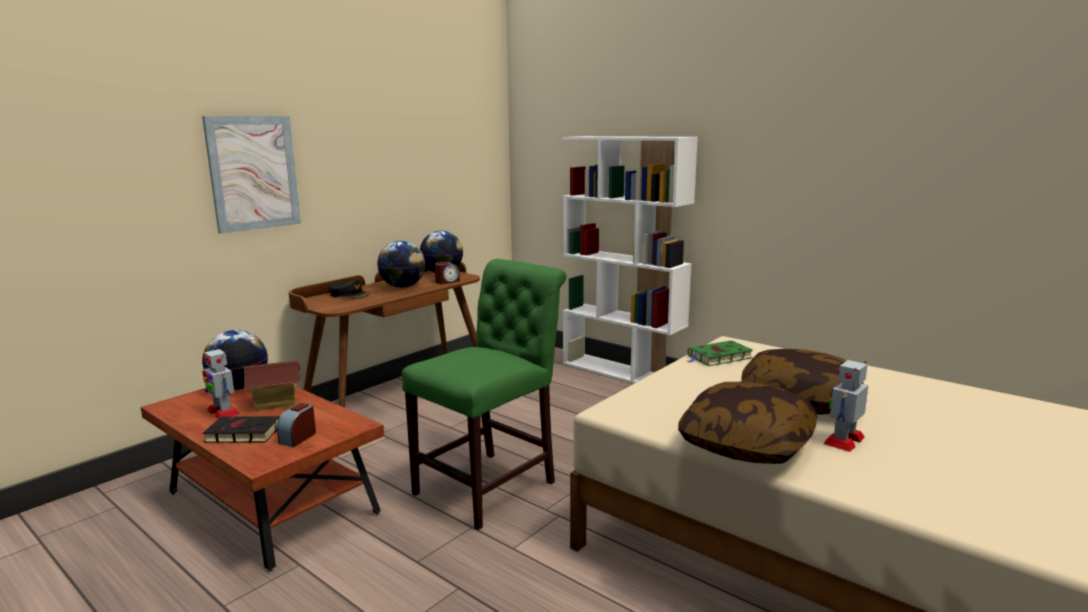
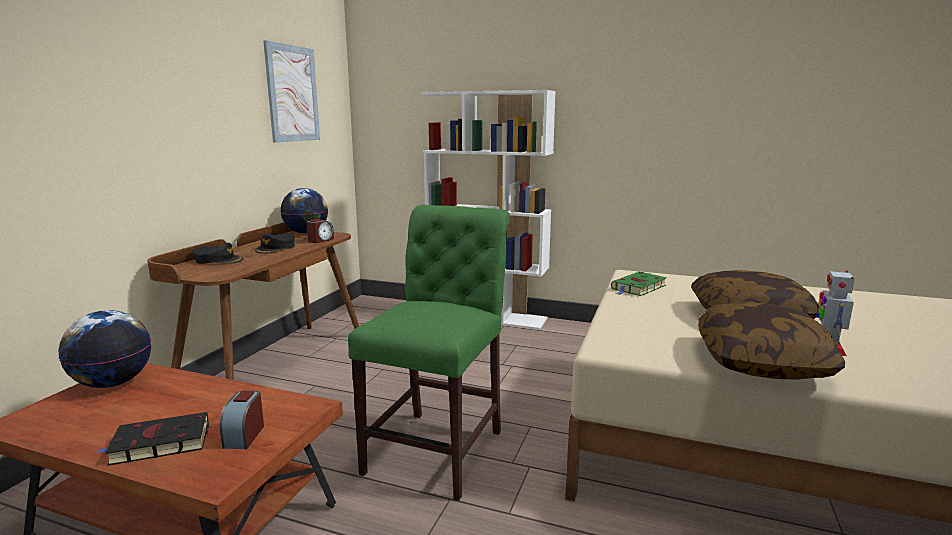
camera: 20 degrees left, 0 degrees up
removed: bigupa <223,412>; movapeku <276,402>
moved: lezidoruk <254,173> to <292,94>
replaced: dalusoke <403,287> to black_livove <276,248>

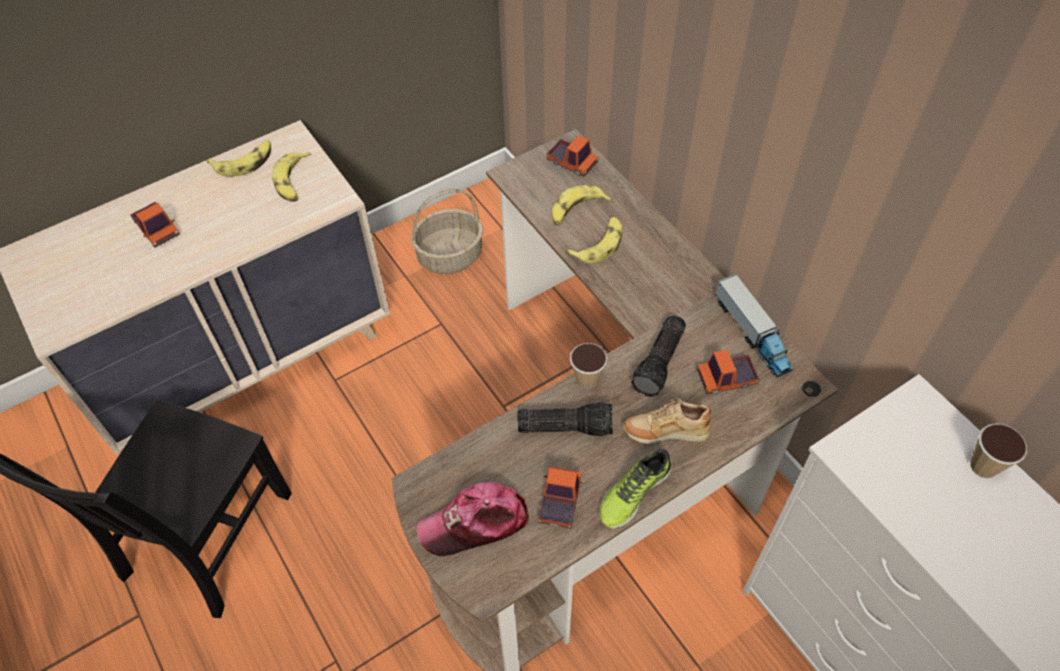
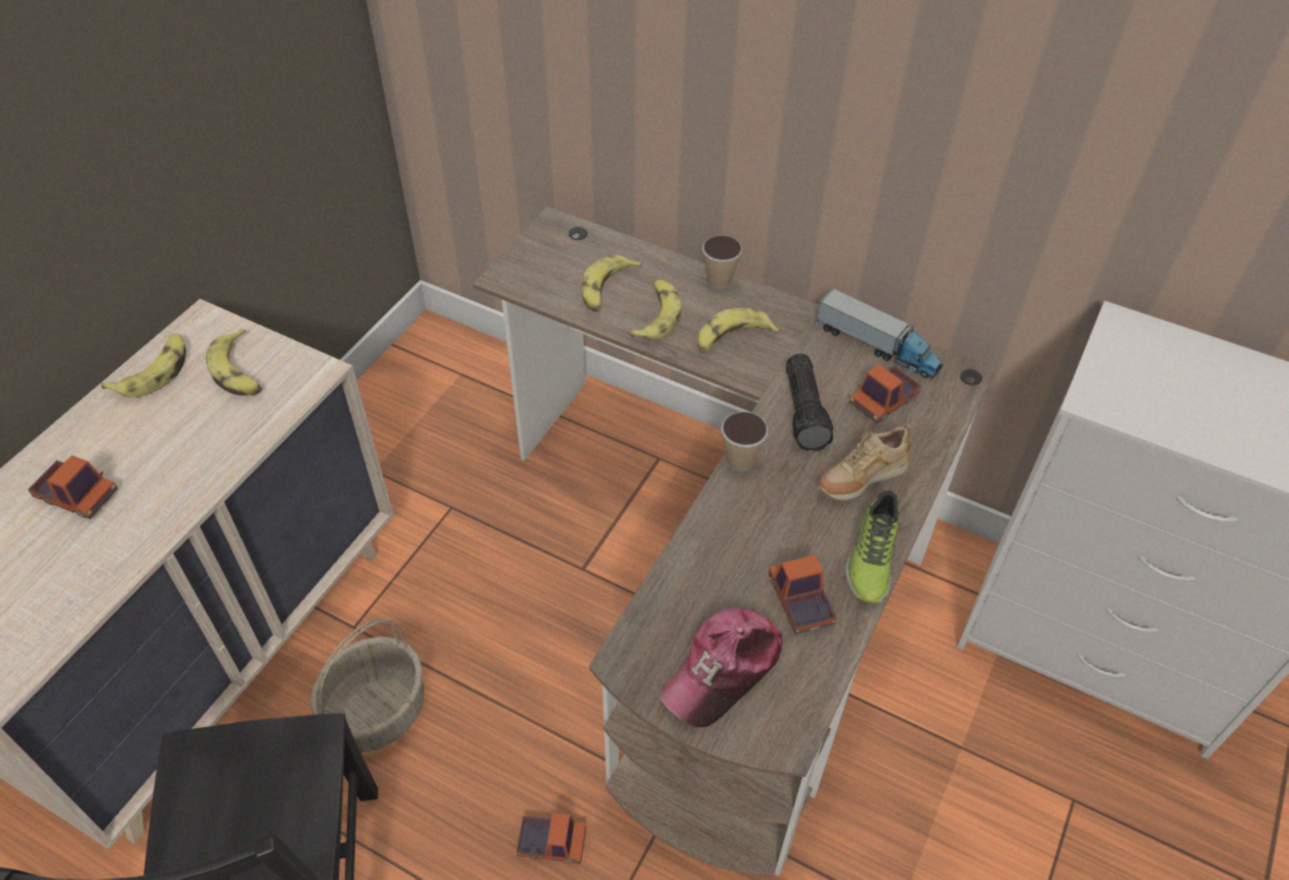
camera: 30 degrees left, 5 degrees down
removed: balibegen <566,425>
added: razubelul <732,339>
moved: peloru <450,255> to <376,710>; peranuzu <572,162> to <552,843>; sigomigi <983,466> to <719,281>

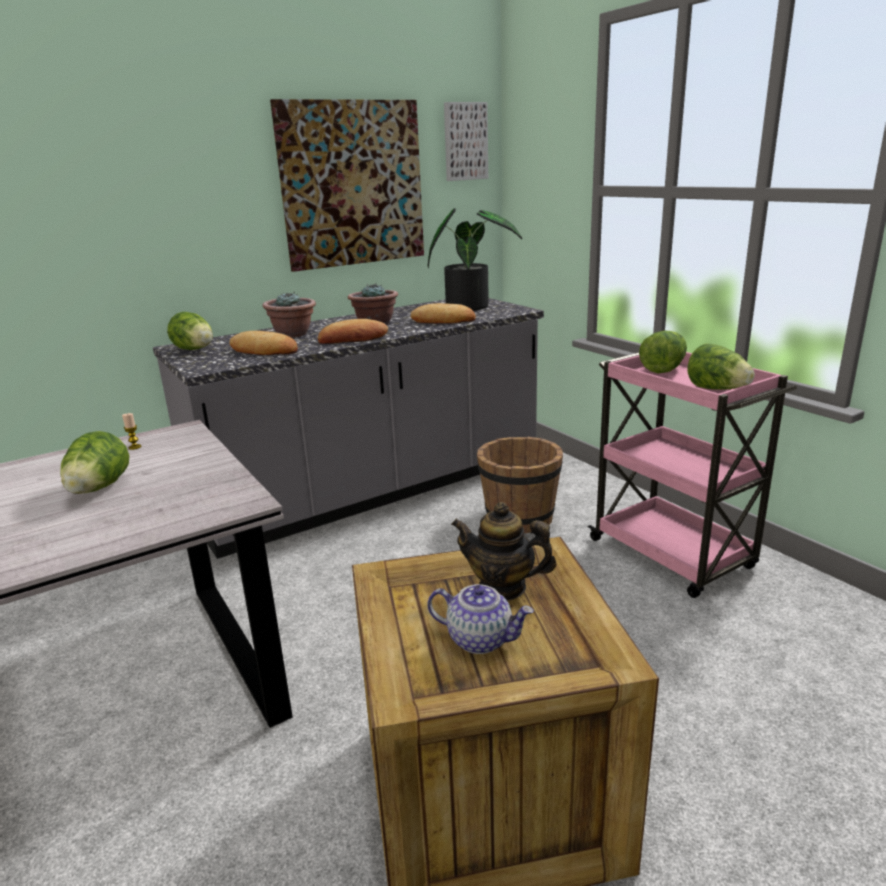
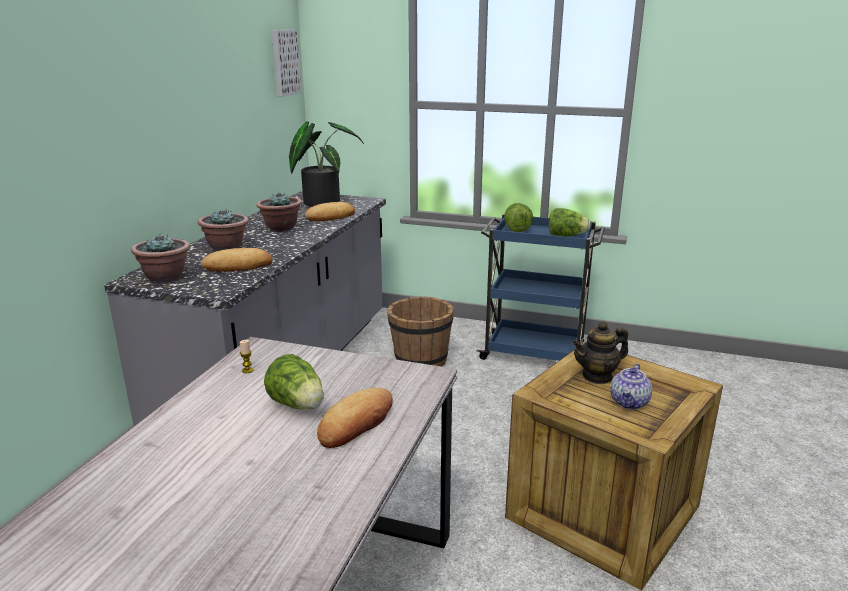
camera: 40 degrees left, 0 degrees up
removed: lezidoruk <352,184>
moved: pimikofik <353,339> to <356,423>
replaced: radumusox <196,350> to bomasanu <165,278>
recoloured: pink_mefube <673,555> to blue_mefube <534,353>
turned: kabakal <480,639> = <629,403> 135 degrees clockwise

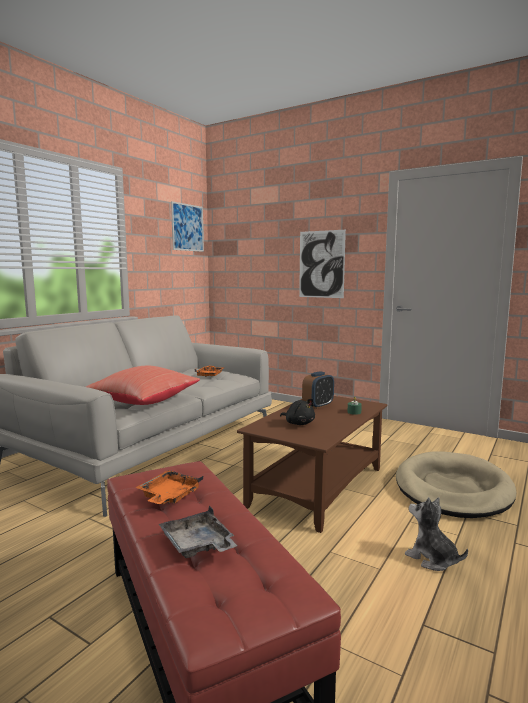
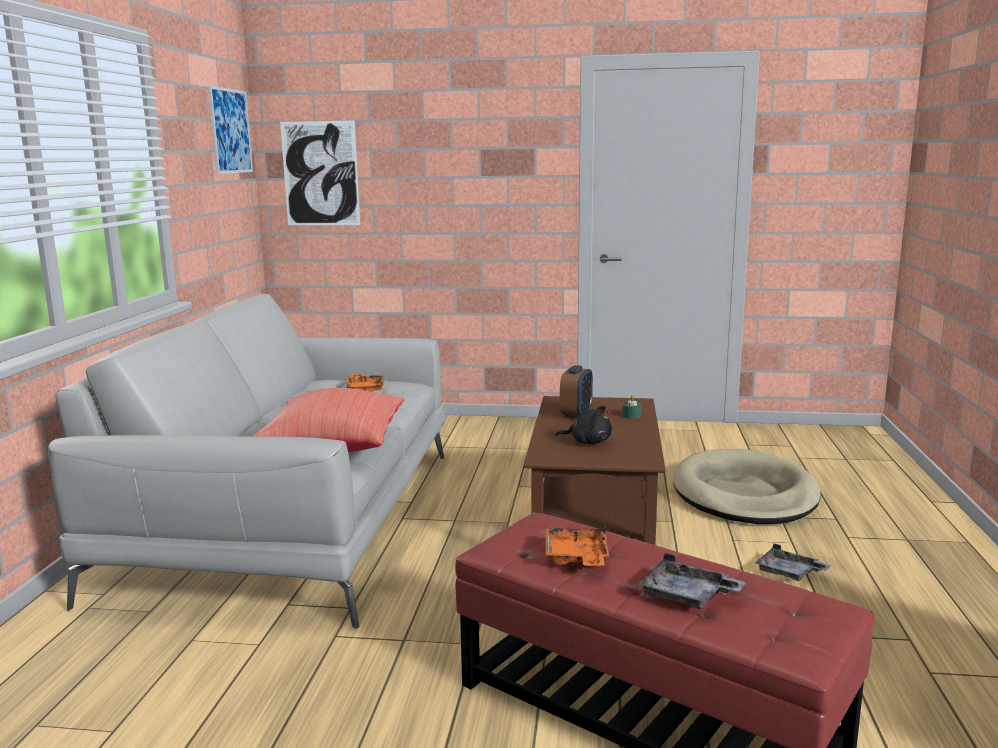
camera: 25 degrees left, 5 degrees up
moved: lezidoruk <321,264> to <320,173>
replaced: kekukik <432,559> to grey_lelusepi <789,573>

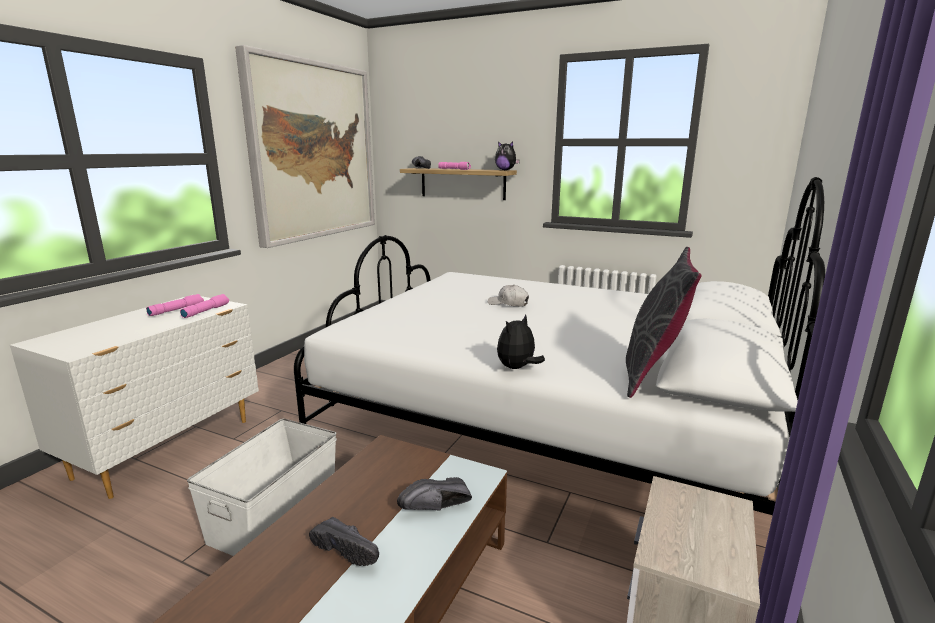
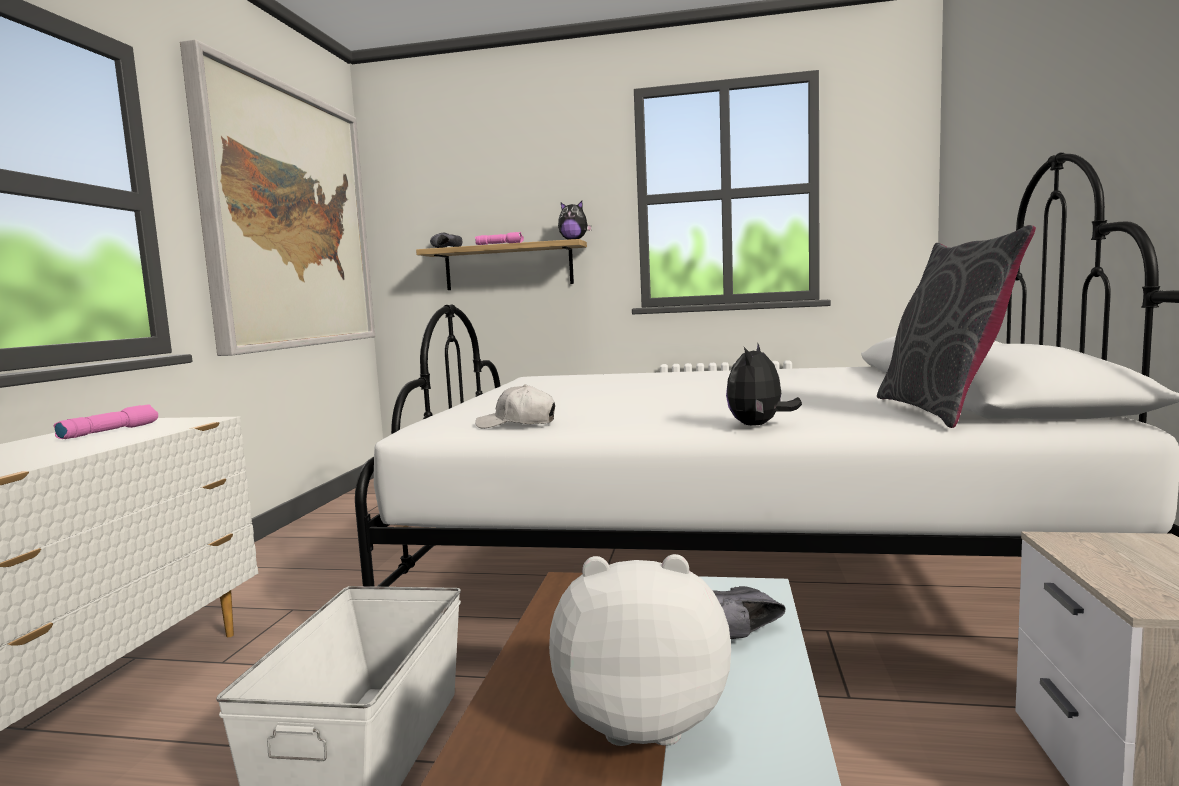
camera: 15 degrees left, 10 degrees down
removed: pink_balibegen <205,311>
moved: white_livove <508,304> to <517,424>
replaced: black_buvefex <349,549> to kekukik <642,720>

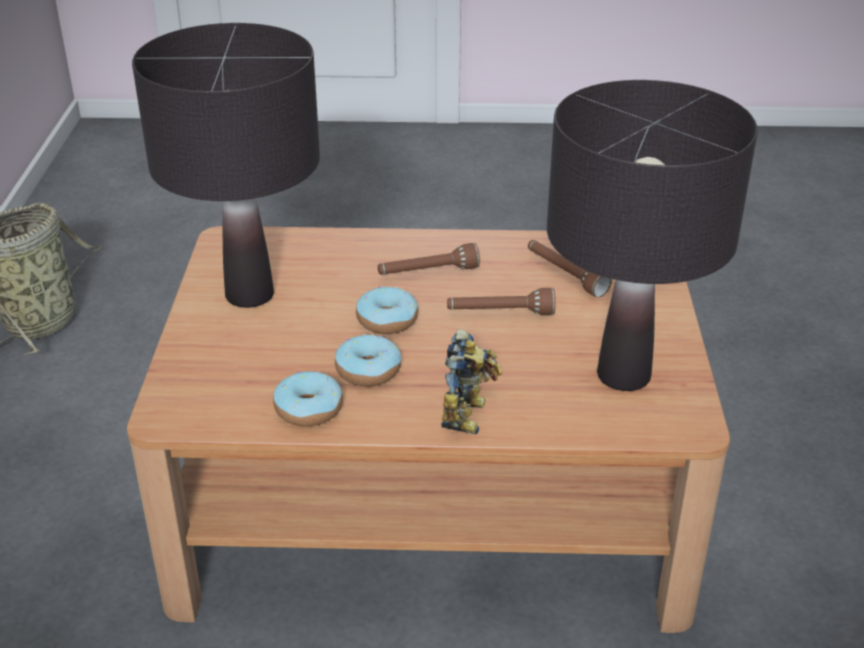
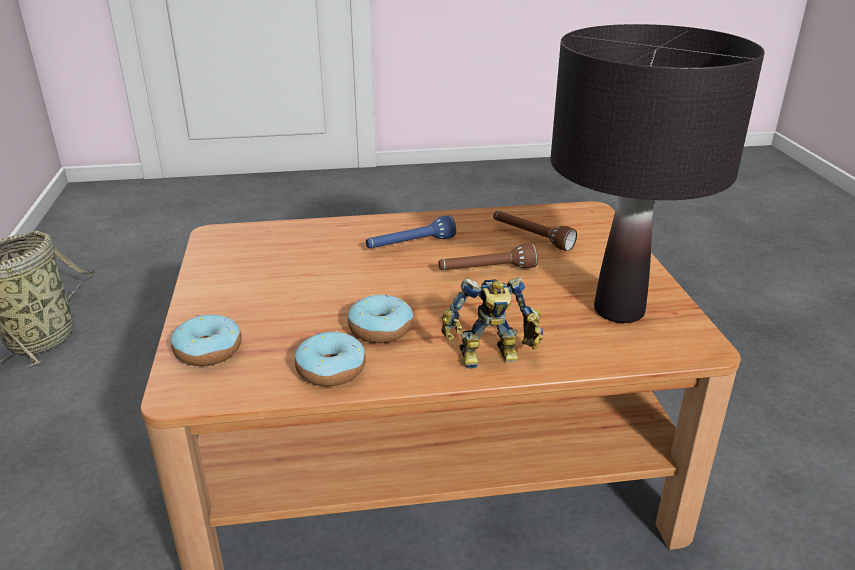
camera: 10 degrees left, 5 degrees down
removed: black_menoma <250,295>
moved: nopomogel <387,320> to <208,351>
recoloured: brown_balibegen <427,273> to blue_balibegen <410,245>
turned: bigupa <469,414> = <491,358> 75 degrees clockwise

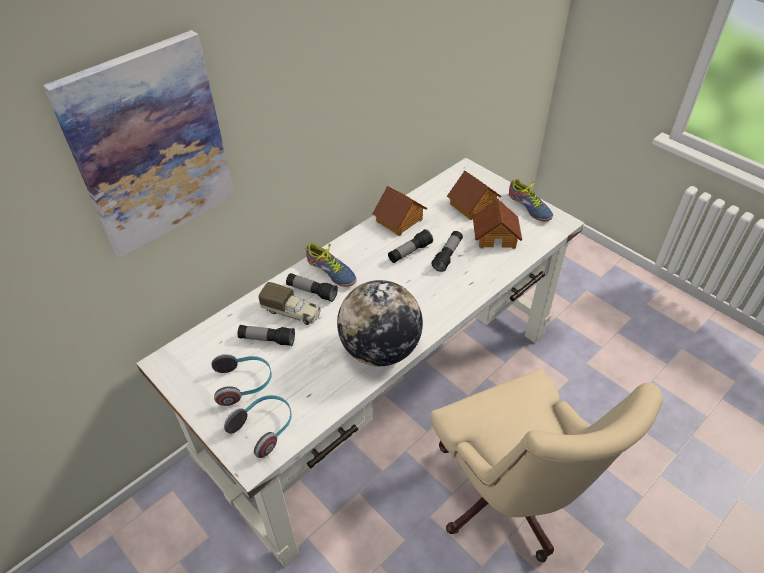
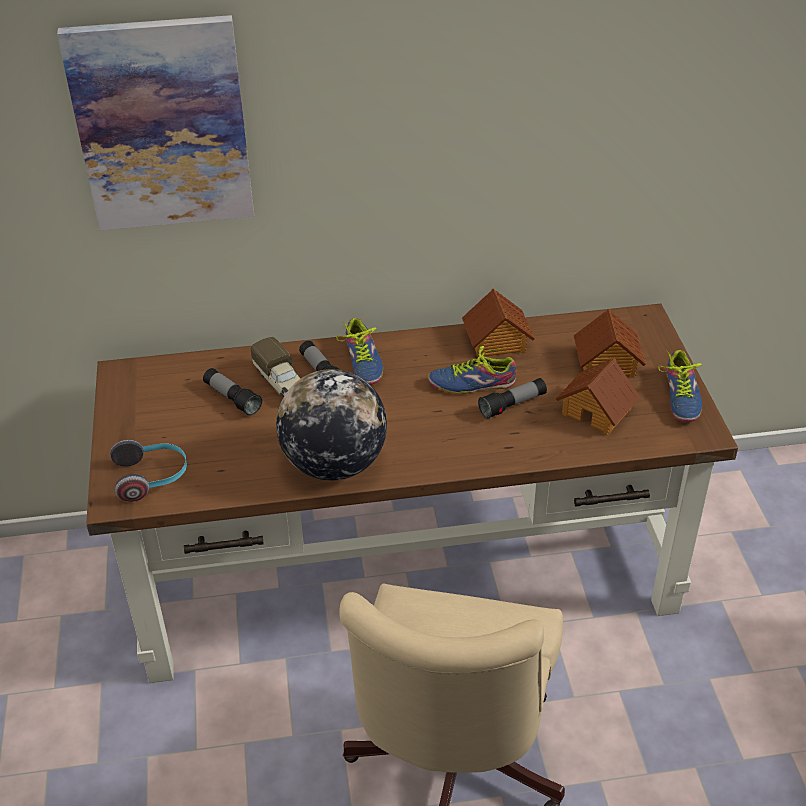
camera: 35 degrees right, 5 degrees down
removed: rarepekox <244,384>
replaced: balibegen <409,252> to buvefex <471,381>
recoloured: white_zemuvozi <384,392> to brown_zemuvozi <407,569>

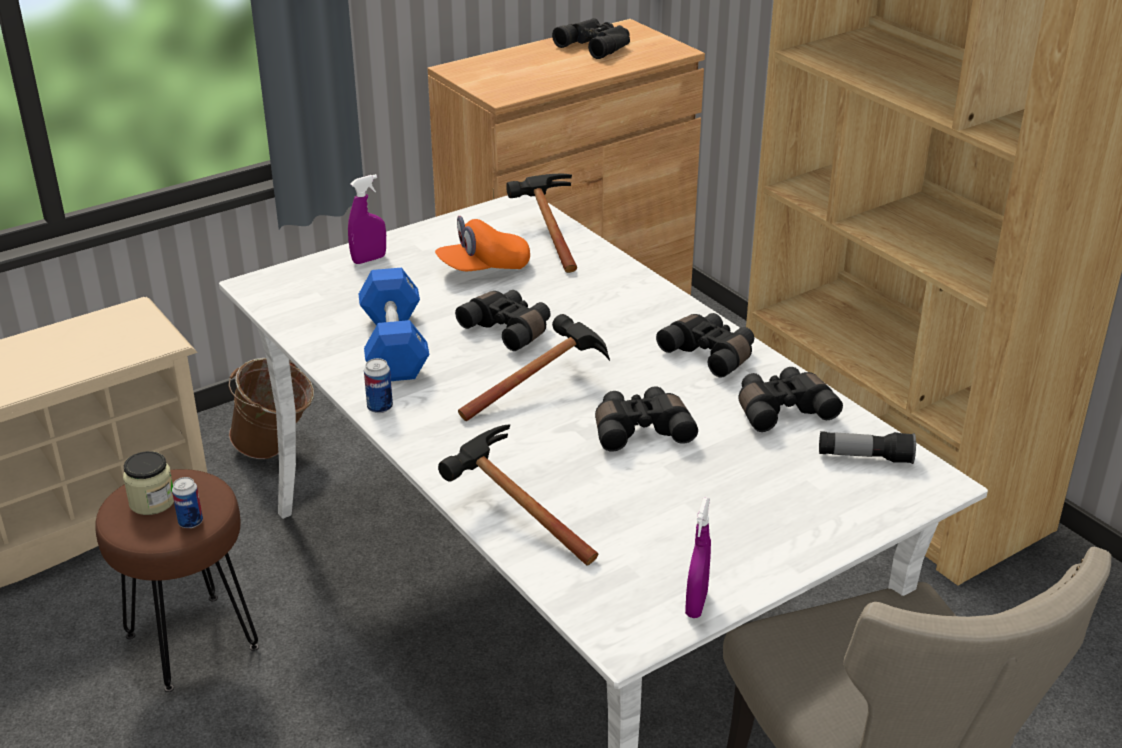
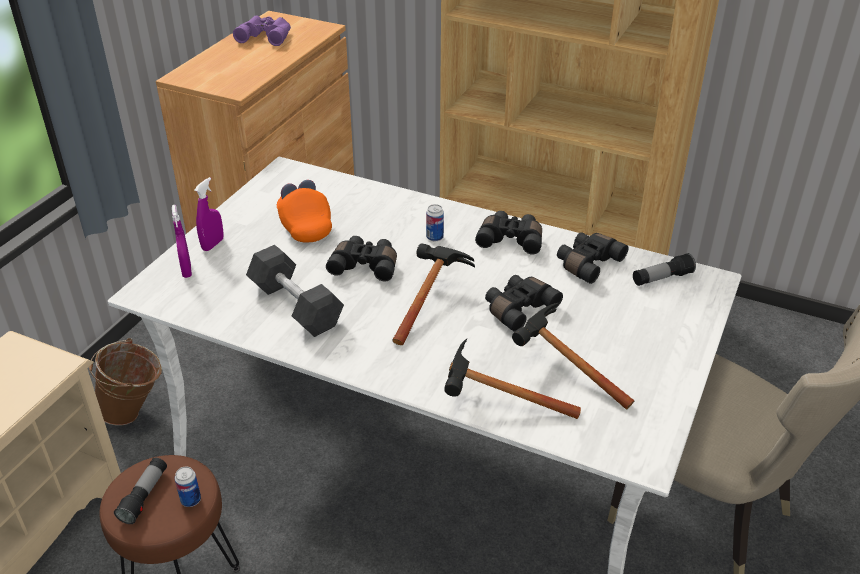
camera: 30 degrees left, 5 degrees up
moved: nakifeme <380,407> to <434,237>; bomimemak <546,234> to <561,368>; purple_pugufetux <696,604> to <186,270>
replaced: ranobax <152,501> to balibegen <144,496>
recoloured: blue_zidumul <394,345> to black_zidumul <295,306>; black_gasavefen <597,45> to purple_gasavefen <266,35>
turned: orange_livove <483,268> = <304,225> 120 degrees clockwise

